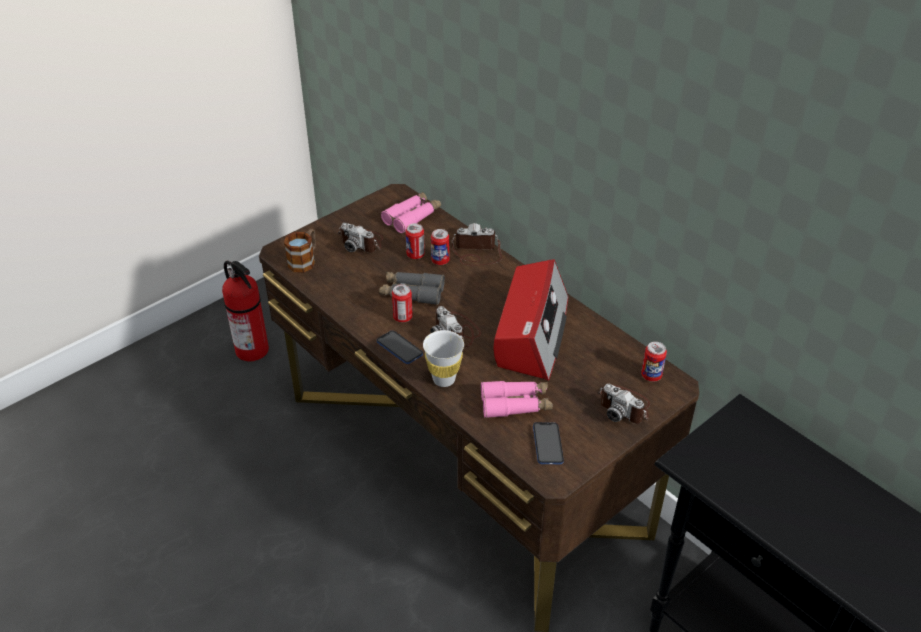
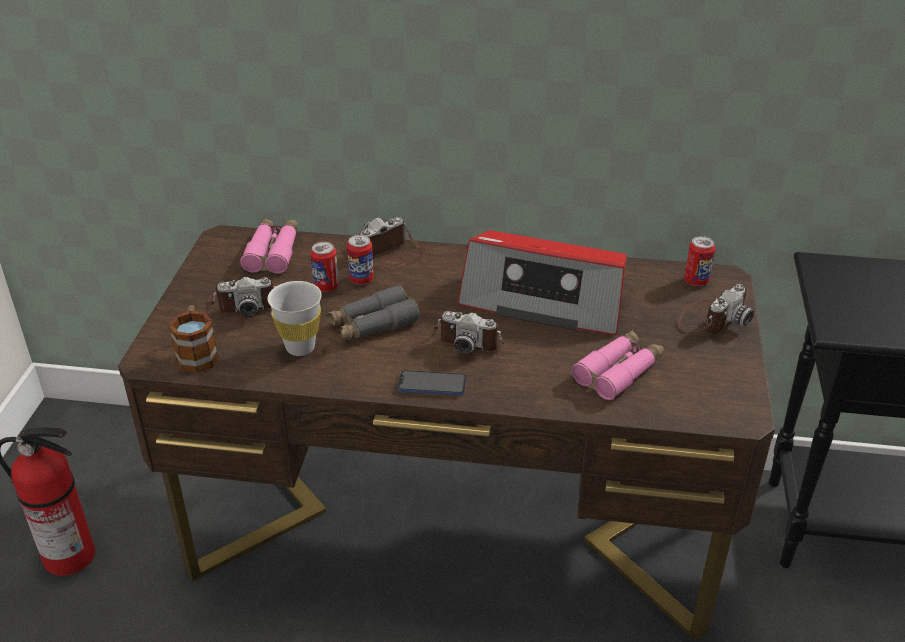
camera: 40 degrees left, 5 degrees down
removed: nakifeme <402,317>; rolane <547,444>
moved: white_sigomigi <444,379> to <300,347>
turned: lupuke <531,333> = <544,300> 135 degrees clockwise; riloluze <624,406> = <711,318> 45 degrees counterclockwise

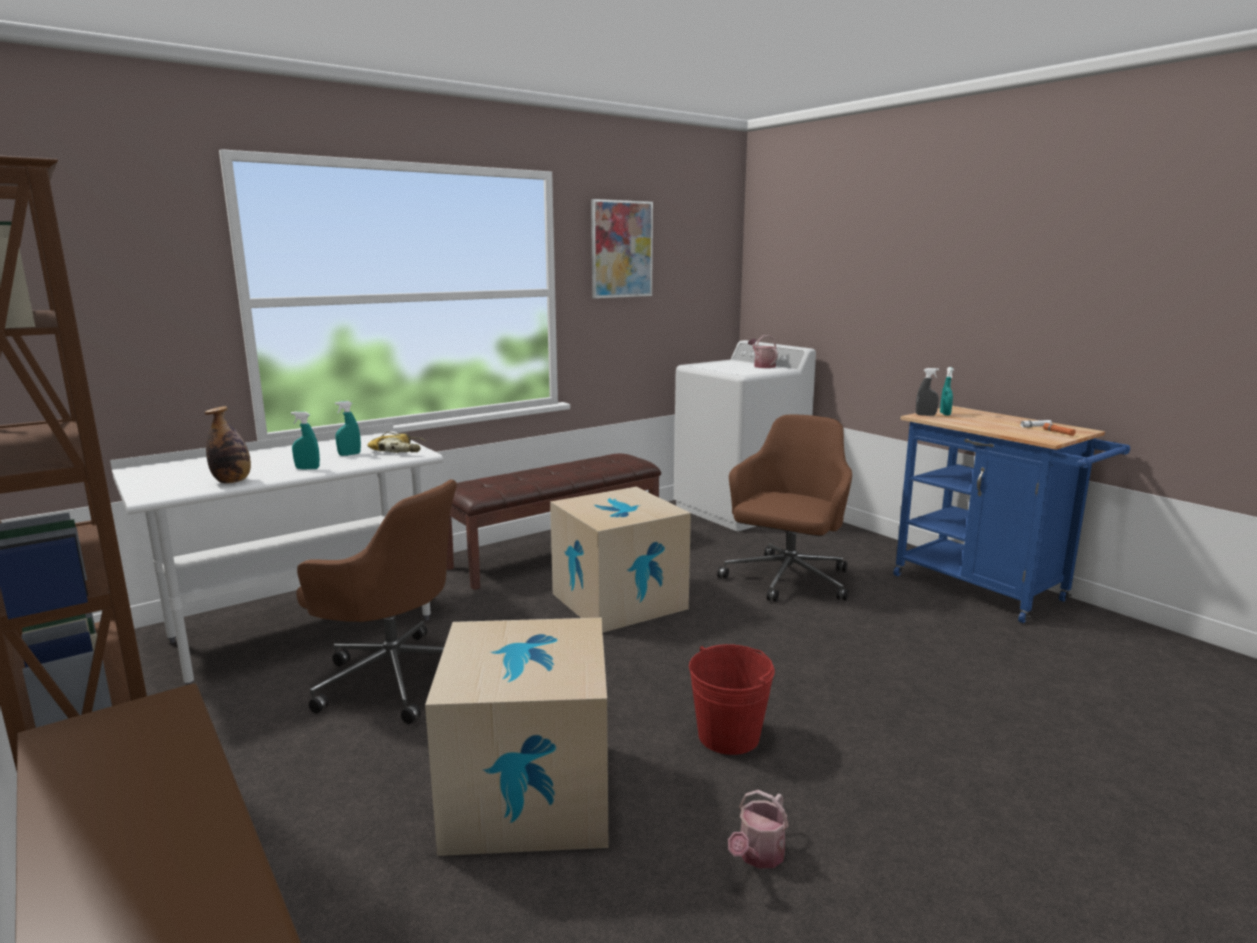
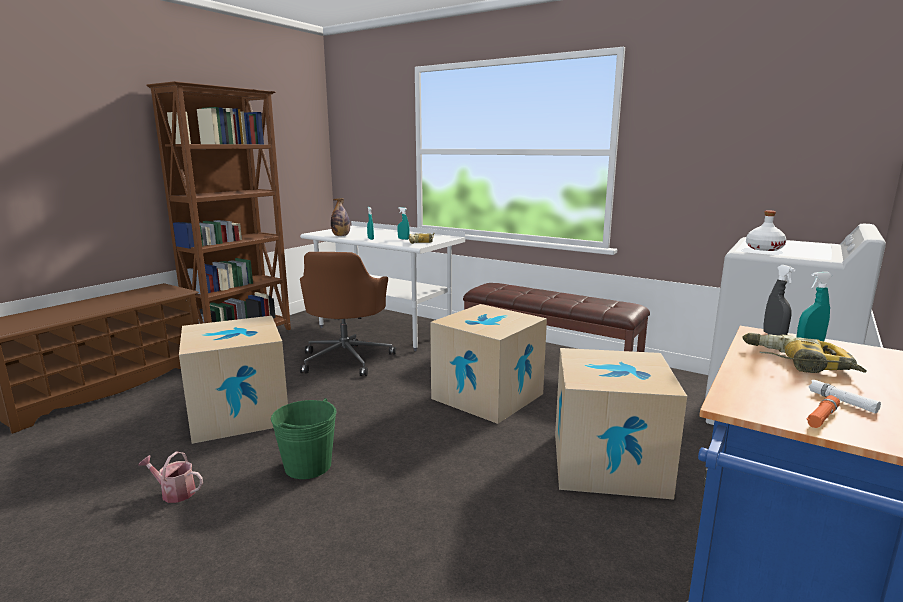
camera: 70 degrees right, 0 degrees up
removed: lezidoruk <621,249>; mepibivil <762,366>
added: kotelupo <796,363>; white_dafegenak <764,248>
replaced: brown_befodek <787,580> to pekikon <608,463>
recoloured: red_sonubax <728,736> to green_sonubax <308,466>

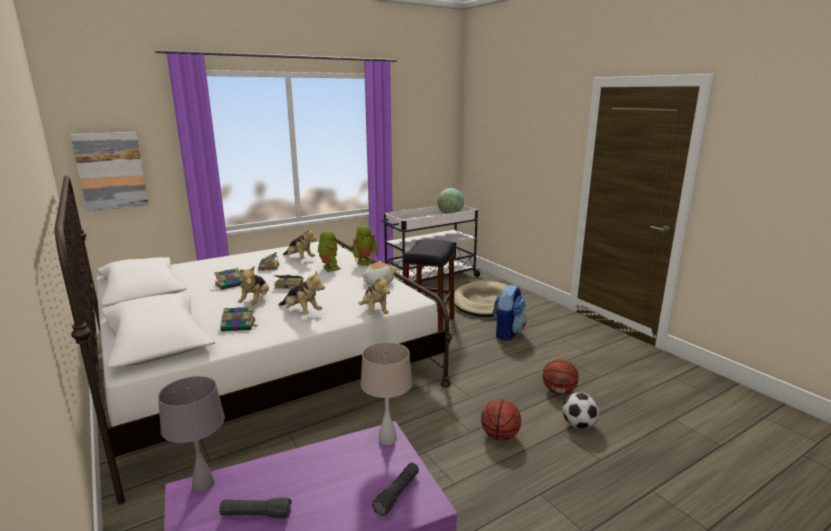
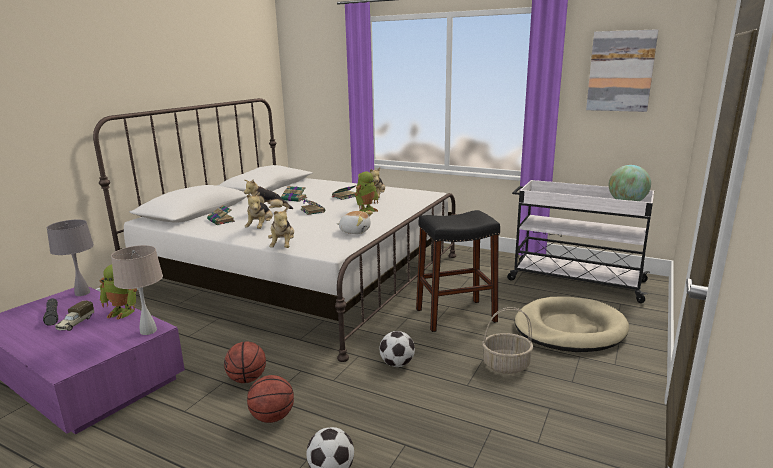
camera: 60 degrees right, 0 degrees up
removed: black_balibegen <397,494>
added: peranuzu <75,323>; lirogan <397,364>
moved: lezidoruk <111,170> to <620,71>; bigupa <365,262> to <122,312>; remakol <559,391> to <247,379>
replaced: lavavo <507,333> to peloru <506,365>
turned: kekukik <374,312> = <283,246> 45 degrees counterclockwise

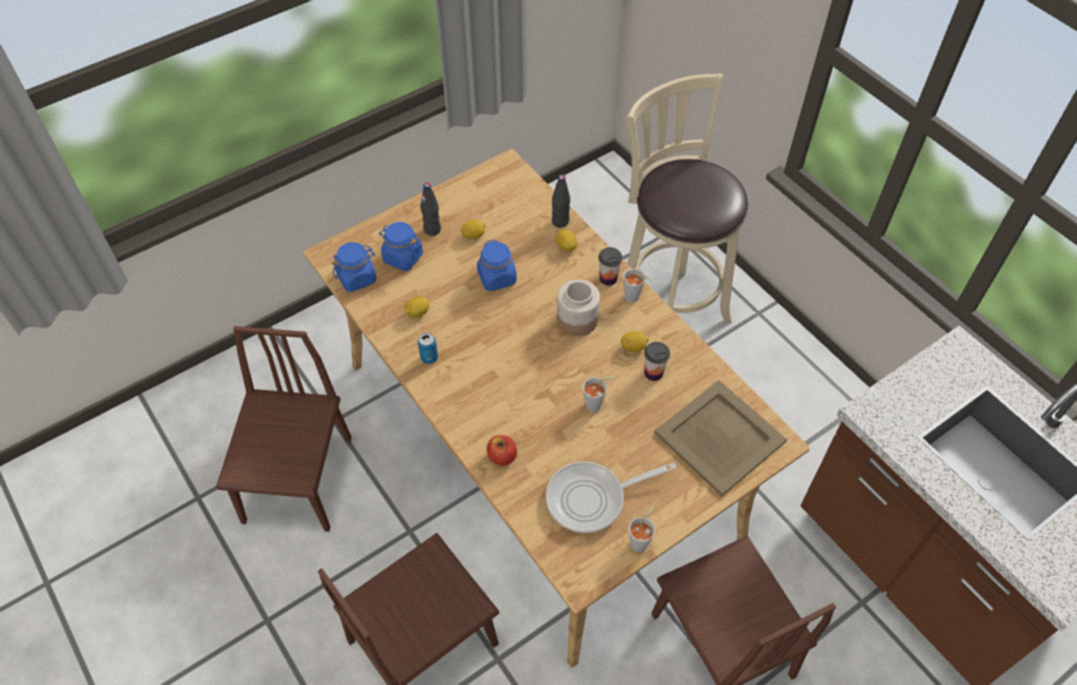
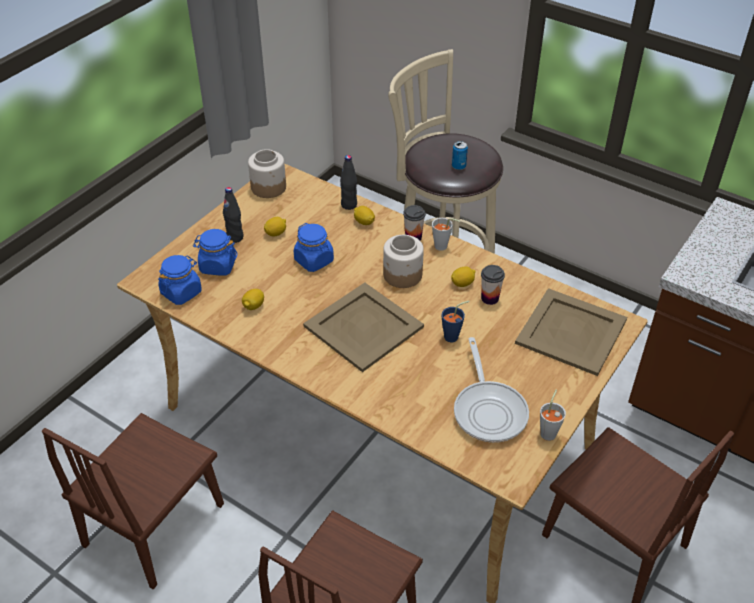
camera: 20 degrees left, 10 degrees down
removed: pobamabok <502,456>
added: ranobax <269,187>; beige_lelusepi <363,326>
moved: nakifeme <429,357> to <458,166>
recoloured: grey_sigomigi <597,405> to blue_sigomigi <454,336>
turned: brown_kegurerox <298,479> = <154,524> 135 degrees counterclockwise; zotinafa <592,499> = <489,410> 60 degrees counterclockwise

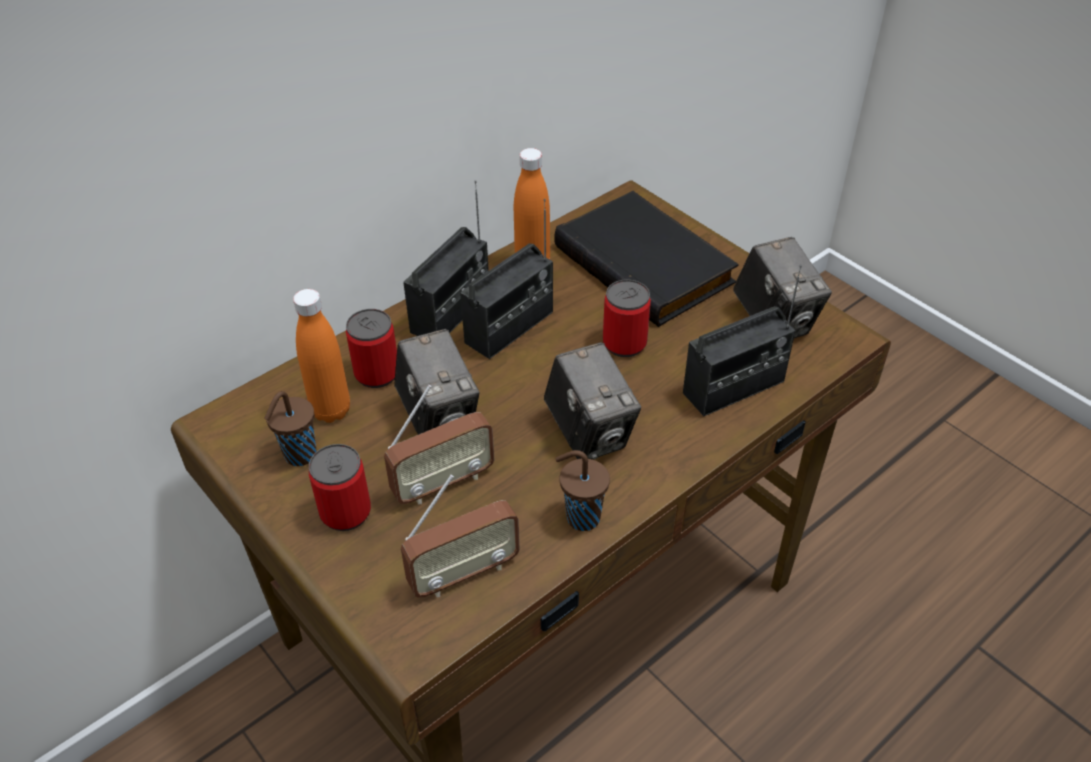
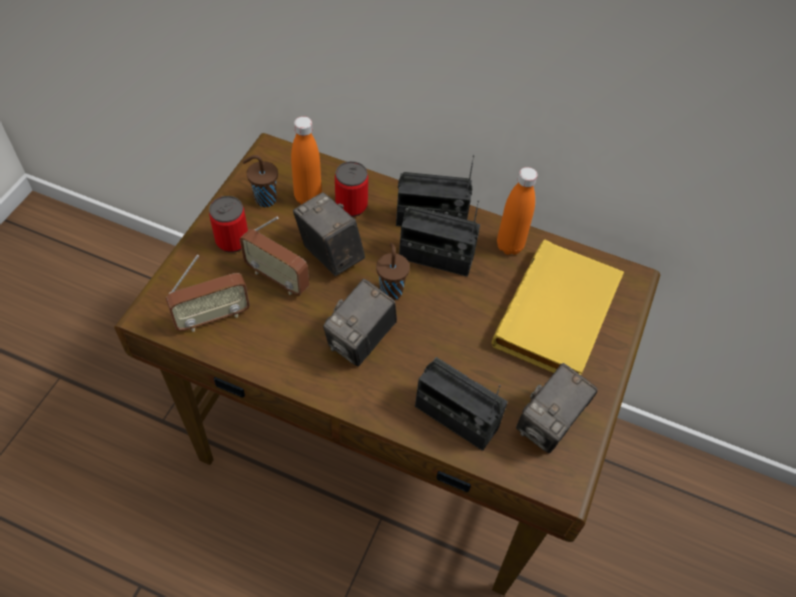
camera: 60 degrees right, 10 degrees up
removed: nakifeme <624,343>
moved: brown_sigomigi <581,517> to <391,290>
recoloured: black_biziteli <647,264> to yellow_biziteli <559,316>
turned: riloluze <439,419> = <330,254> 105 degrees clockwise; lupuke <464,573> = <212,317> 60 degrees counterclockwise

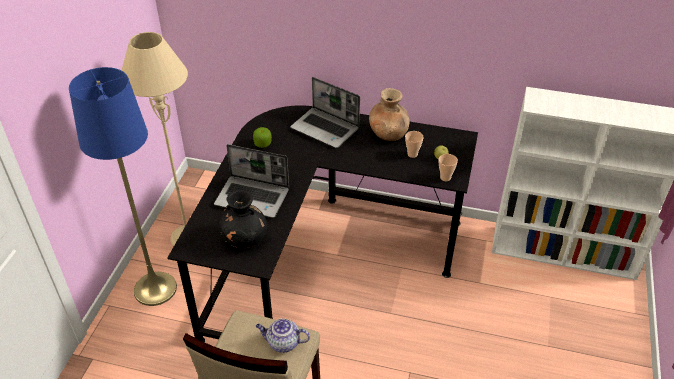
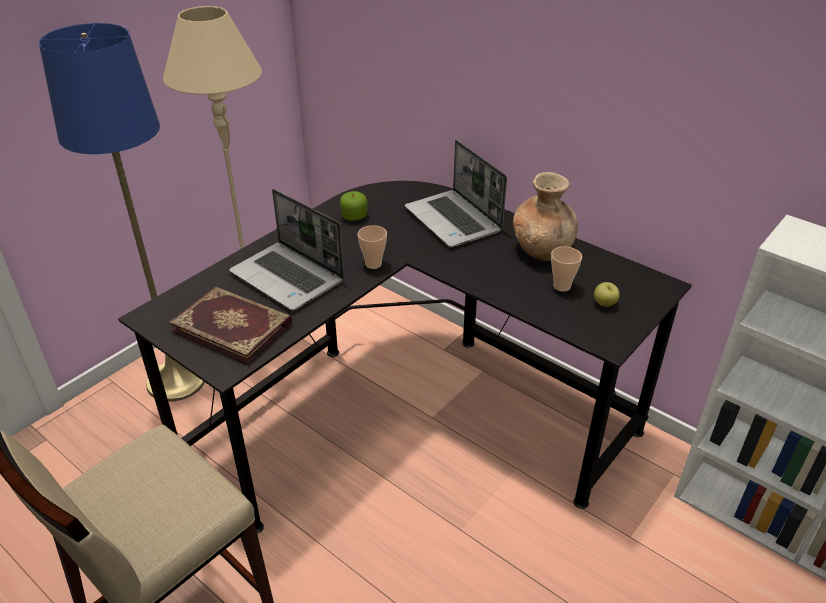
camera: 25 degrees right, 5 degrees down
removed: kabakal <283,343>
moved: sigomigi <445,177> to <373,264>
replaced: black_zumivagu <244,239> to biziteli <233,326>

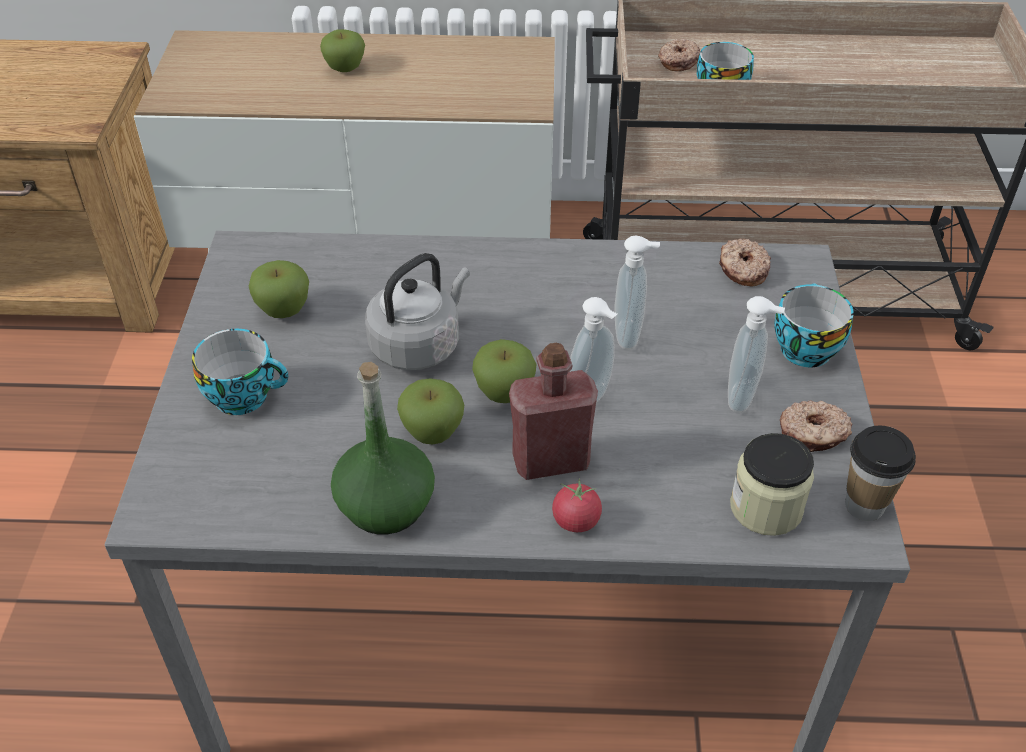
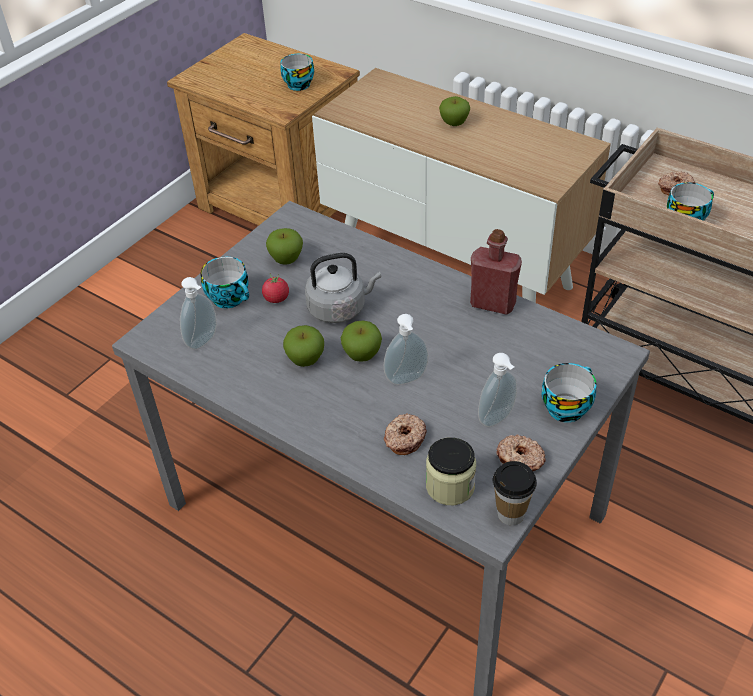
camera: 35 degrees right, 0 degrees up
removed: green_dafegenak <386,505>
added: sigomigi <298,84>
moved: red_dafegenak <551,460> to <493,304>; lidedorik <576,520> to <276,298>; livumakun <630,335> to <204,342>; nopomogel <742,270> to <404,438>

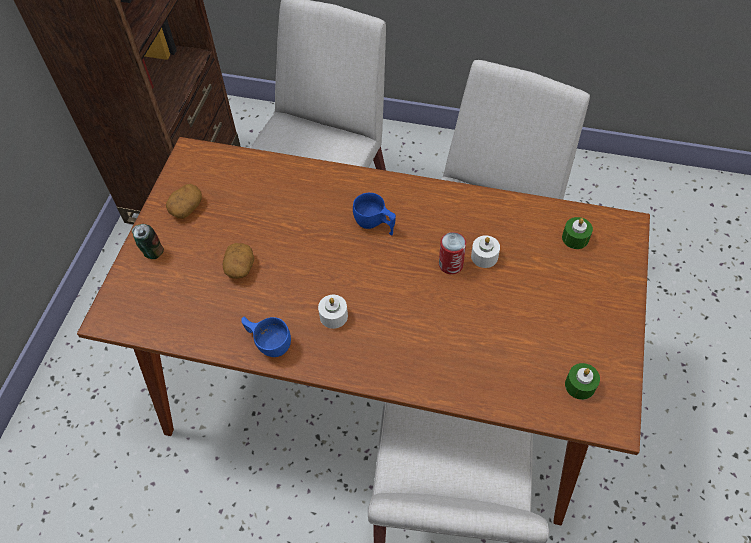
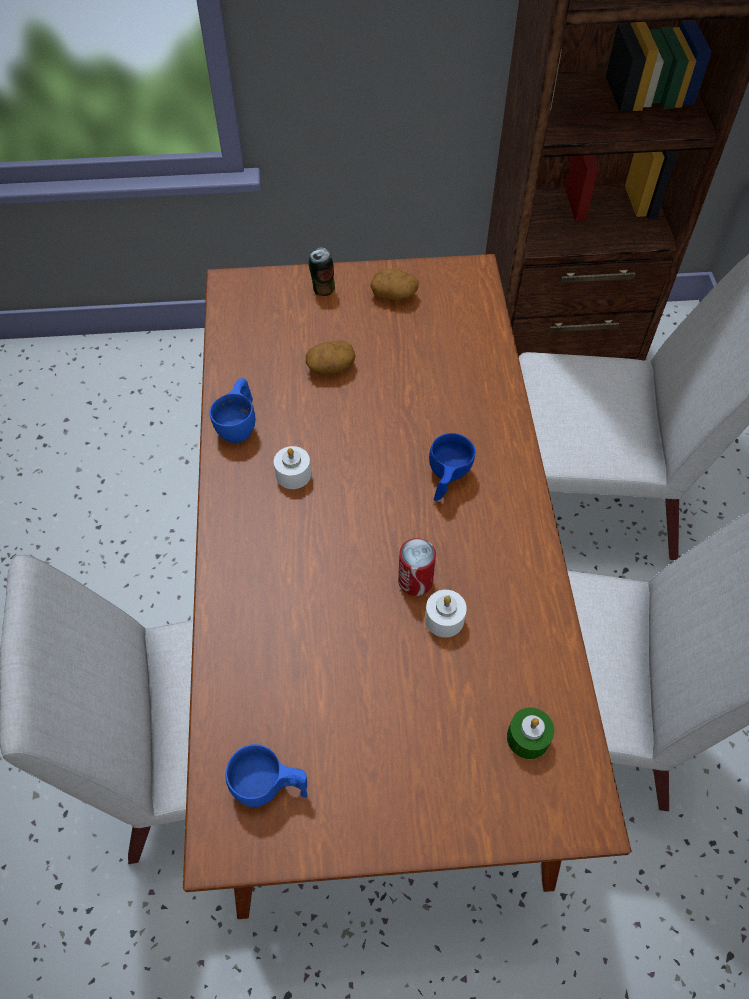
camera: 70 degrees right, 0 degrees up
replaced: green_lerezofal <580,385> to blue_sigomigi <269,788>

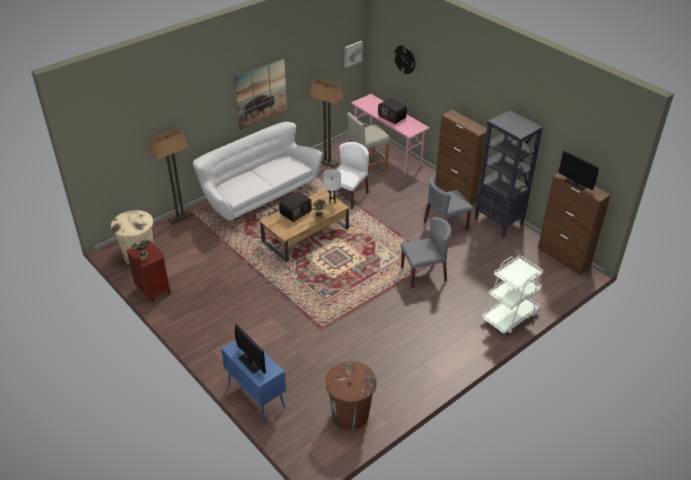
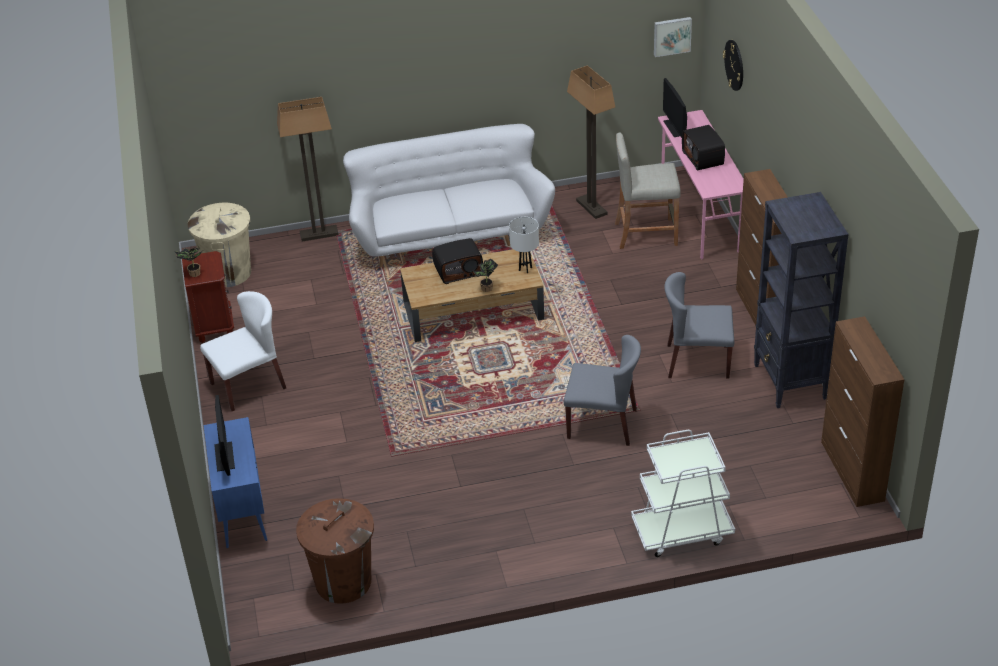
camera: 30 degrees right, 0 degrees up
removed: lezidoruk <261,94>
moved: white_kegurerox <348,196> to <248,385>; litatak <575,183> to <675,127>

